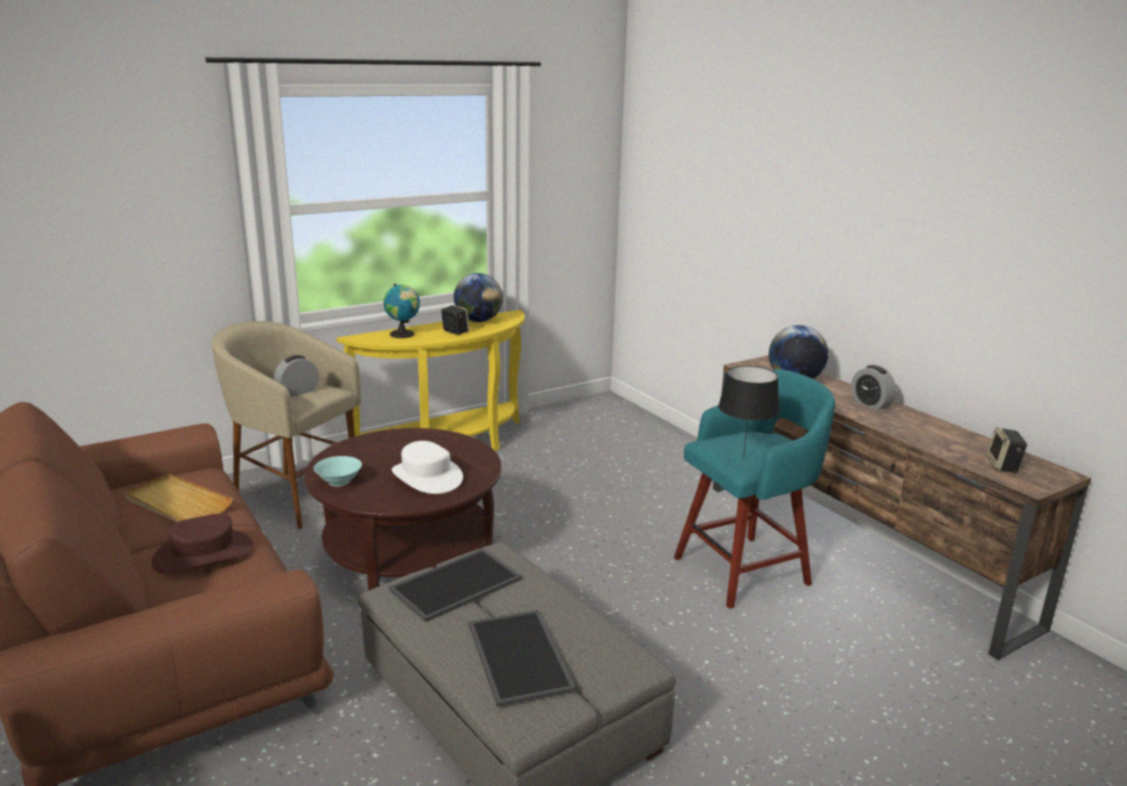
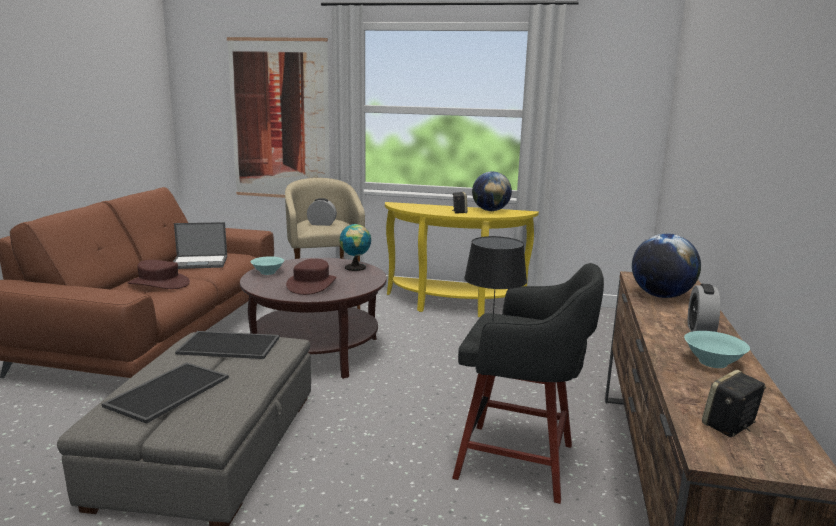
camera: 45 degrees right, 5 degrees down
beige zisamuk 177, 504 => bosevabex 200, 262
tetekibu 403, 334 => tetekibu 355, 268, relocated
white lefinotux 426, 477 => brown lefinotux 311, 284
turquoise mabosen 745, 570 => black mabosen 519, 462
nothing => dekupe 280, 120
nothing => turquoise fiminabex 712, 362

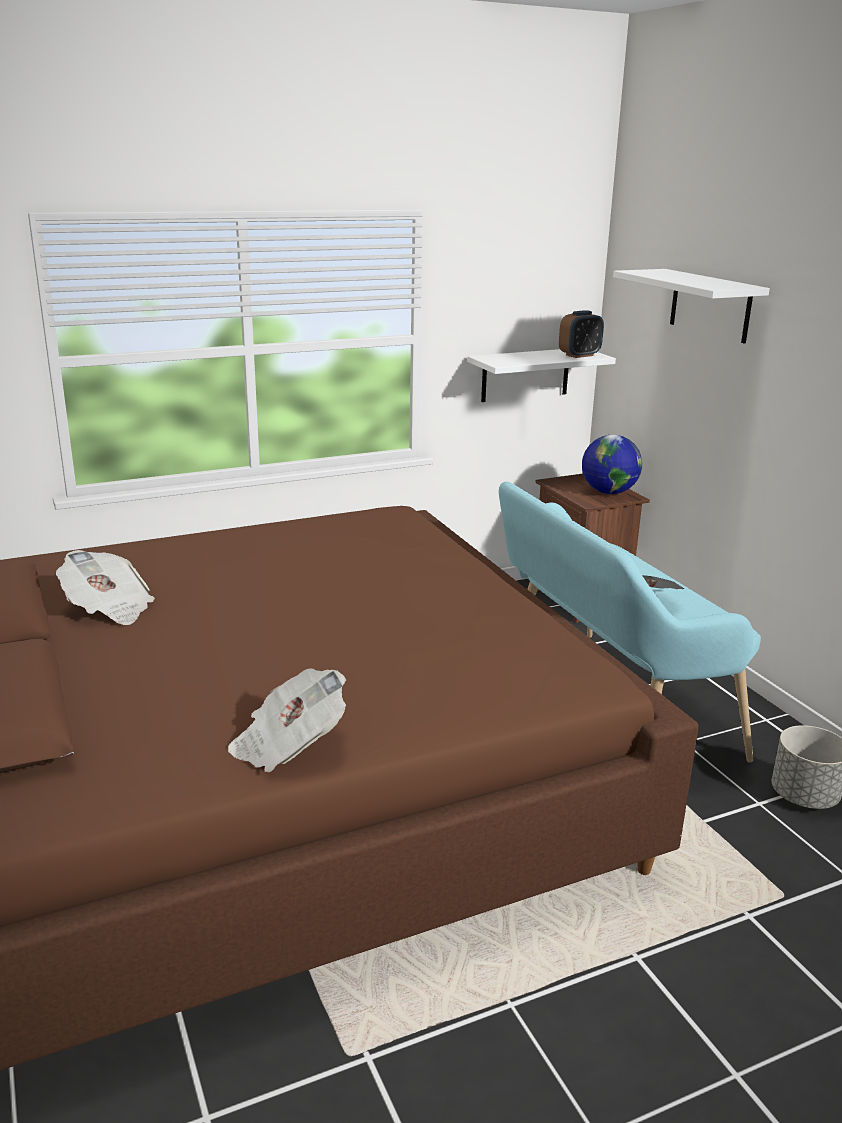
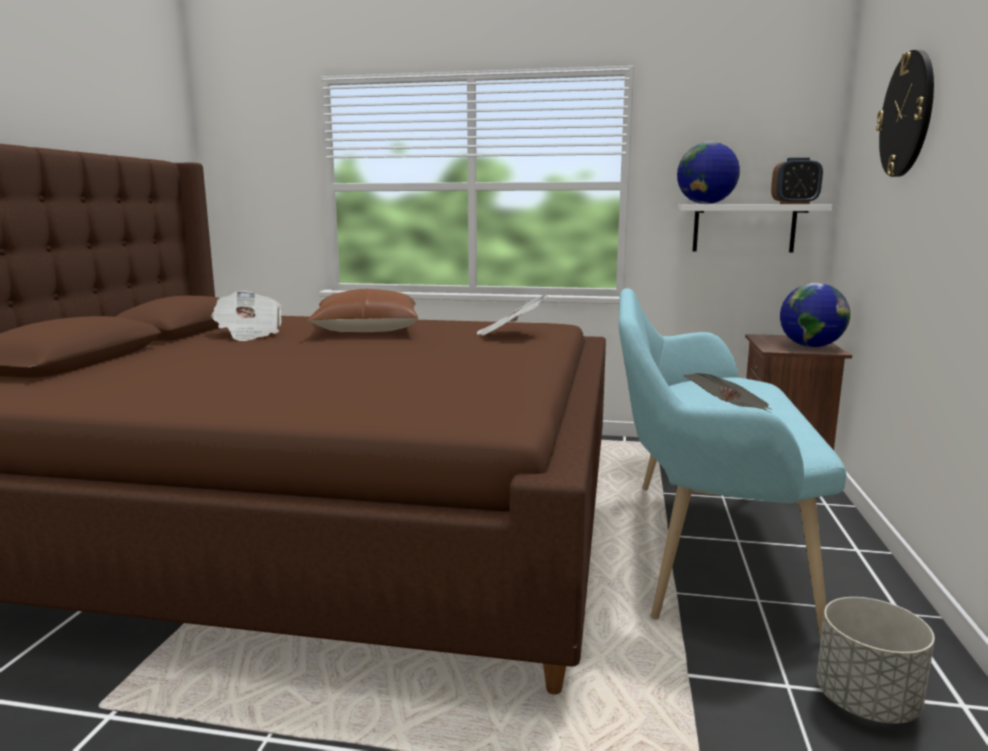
camera: 35 degrees right, 10 degrees down
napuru 288, 745 => napuru 510, 335, relocated
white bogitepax 710, 305 => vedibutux 907, 115
nothing => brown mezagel 366, 329
nothing => tetekibu 705, 204

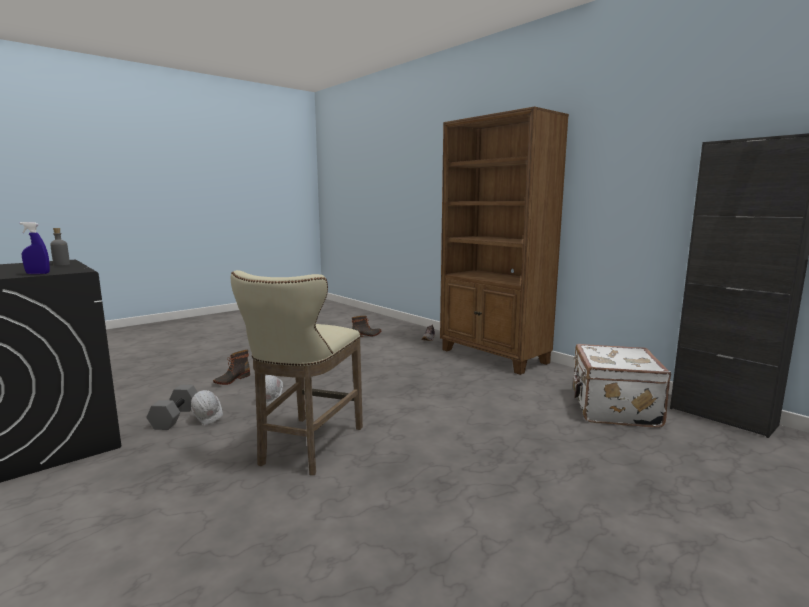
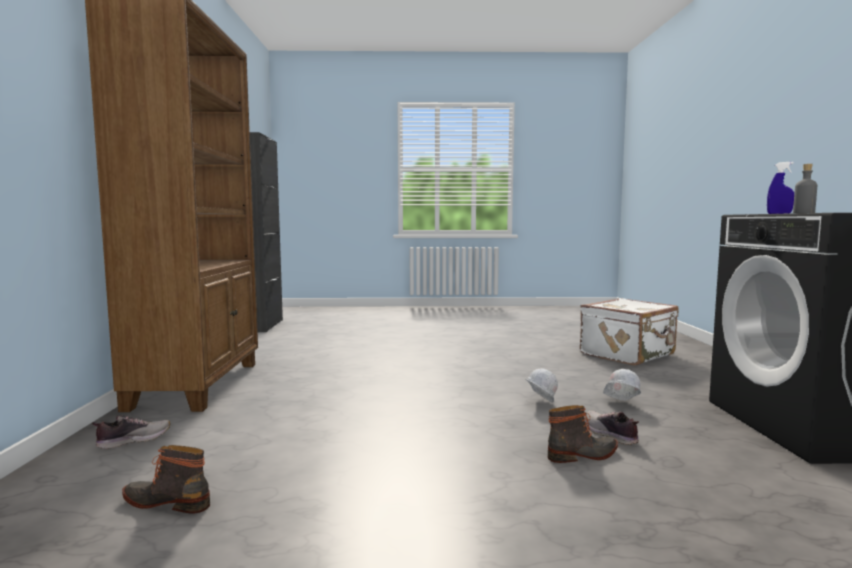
camera: 140 degrees left, 5 degrees down
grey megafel 175, 417 => nothing
beige mabosen 306, 447 => nothing
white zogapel 612, 409 => white zogapel 628, 354, relocated
nothing => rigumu 610, 434

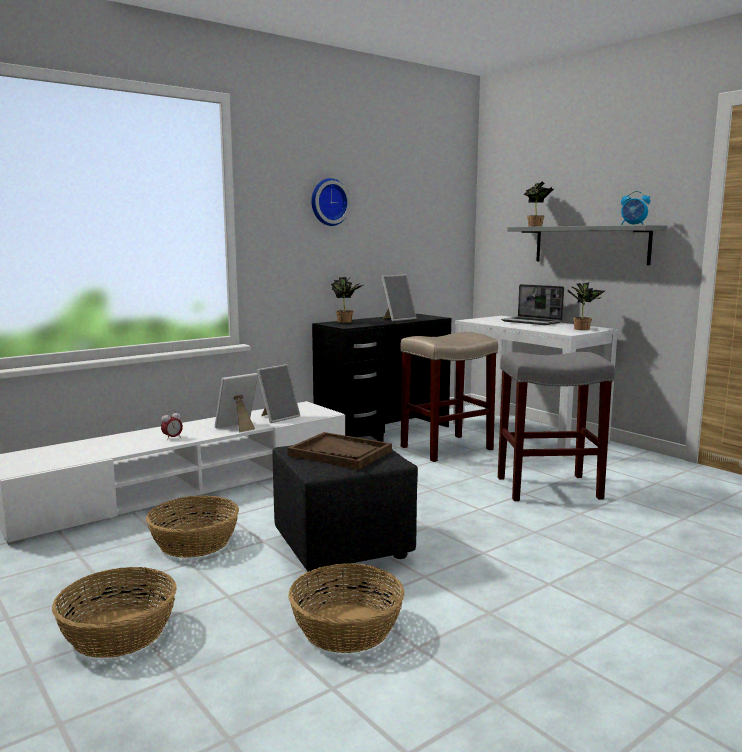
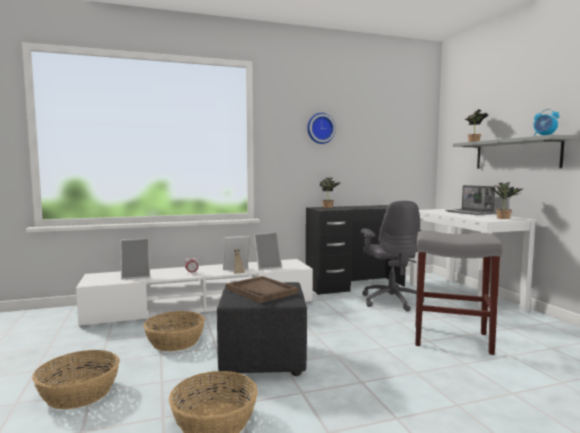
camera: 20 degrees right, 5 degrees down
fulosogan 397, 319 => fulosogan 136, 276, relocated
beige mabosen 446, 448 => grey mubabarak 391, 301

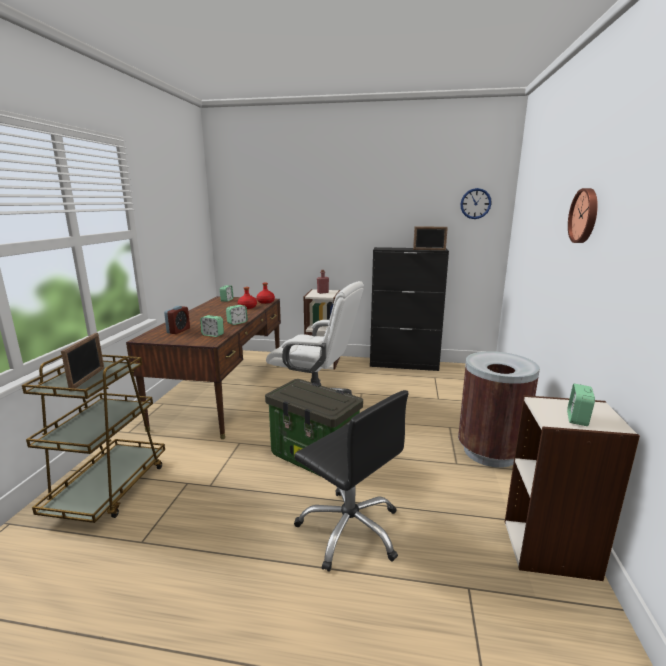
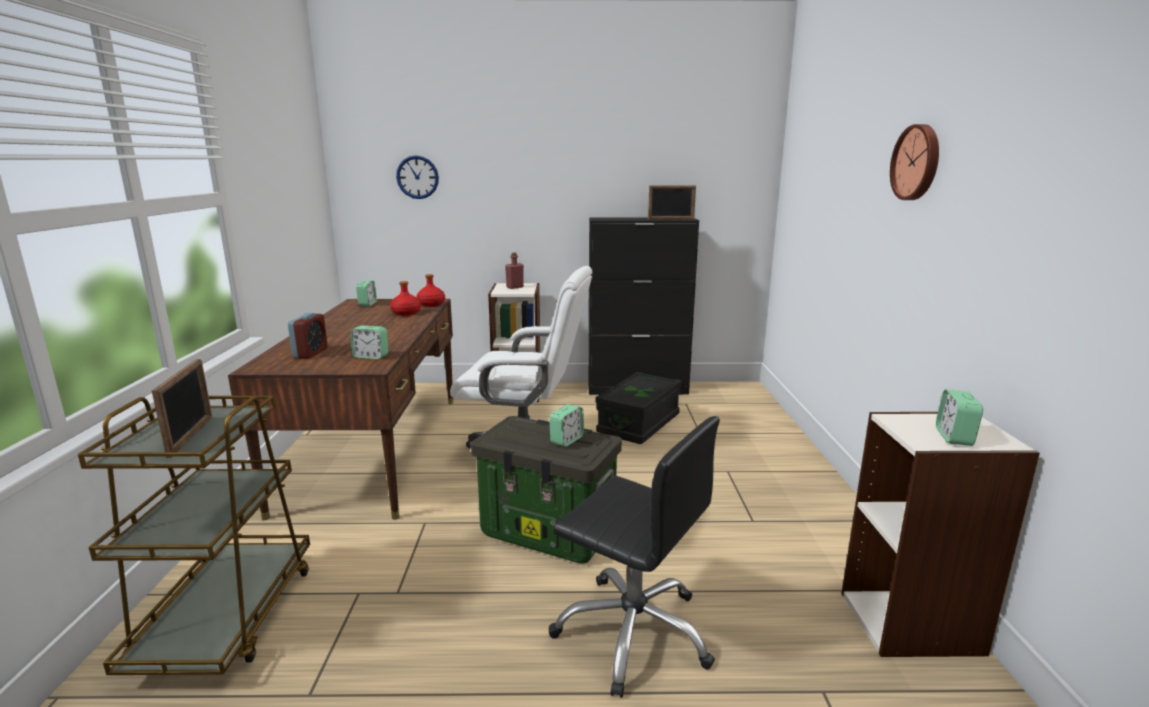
camera: 10 degrees left, 0 degrees up
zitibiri 237, 323 => zitibiri 566, 440, relocated
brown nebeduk 489, 452 => nothing
vedibutux 475, 203 => vedibutux 417, 177, relocated
nothing => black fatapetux 639, 424

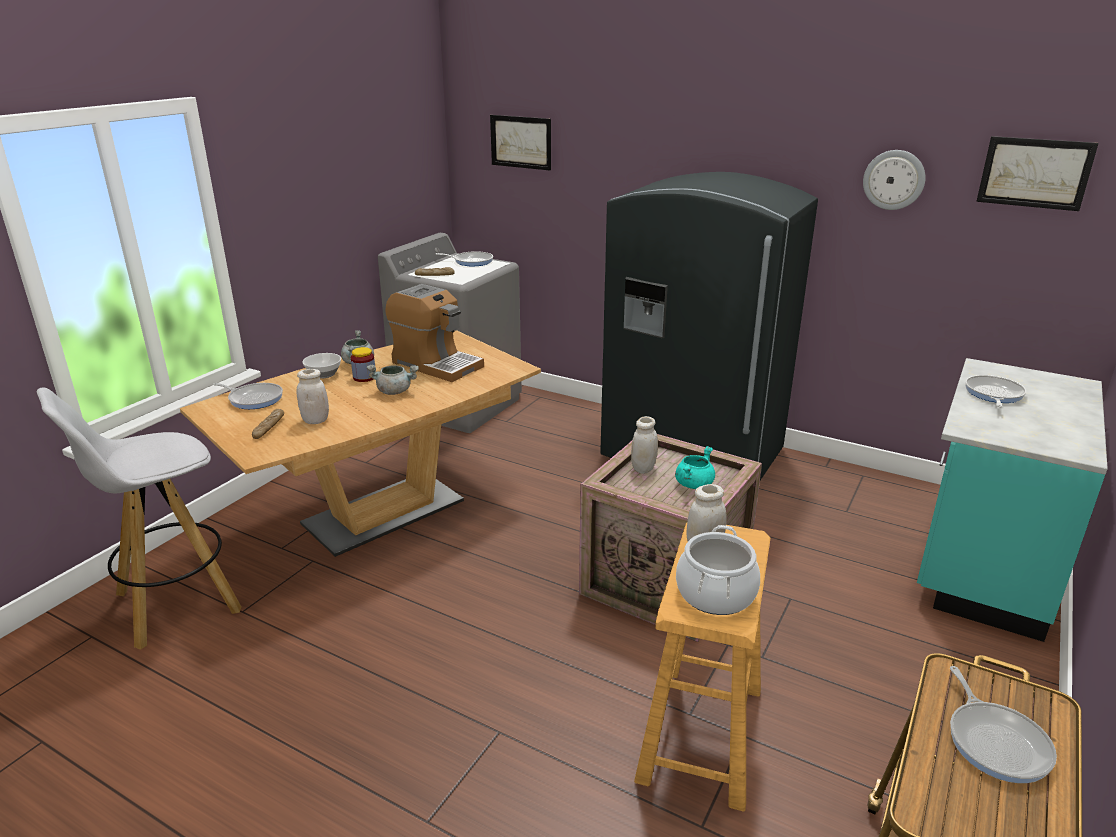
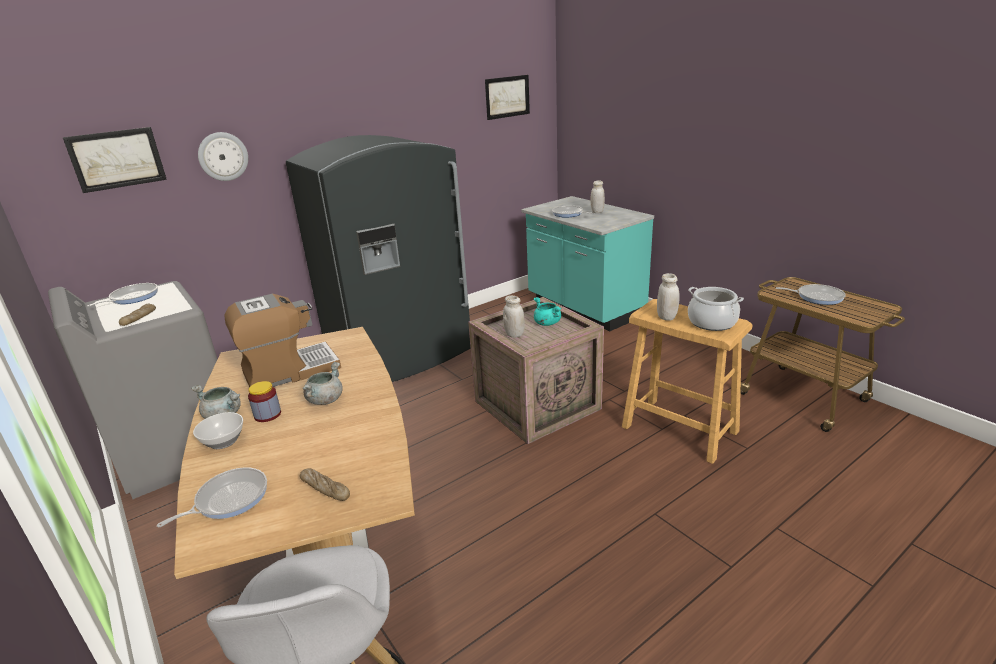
camera: 65 degrees left, 0 degrees up
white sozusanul 315, 420 => white sozusanul 597, 212, relocated
vedibutux 894, 179 => vedibutux 223, 156, relocated

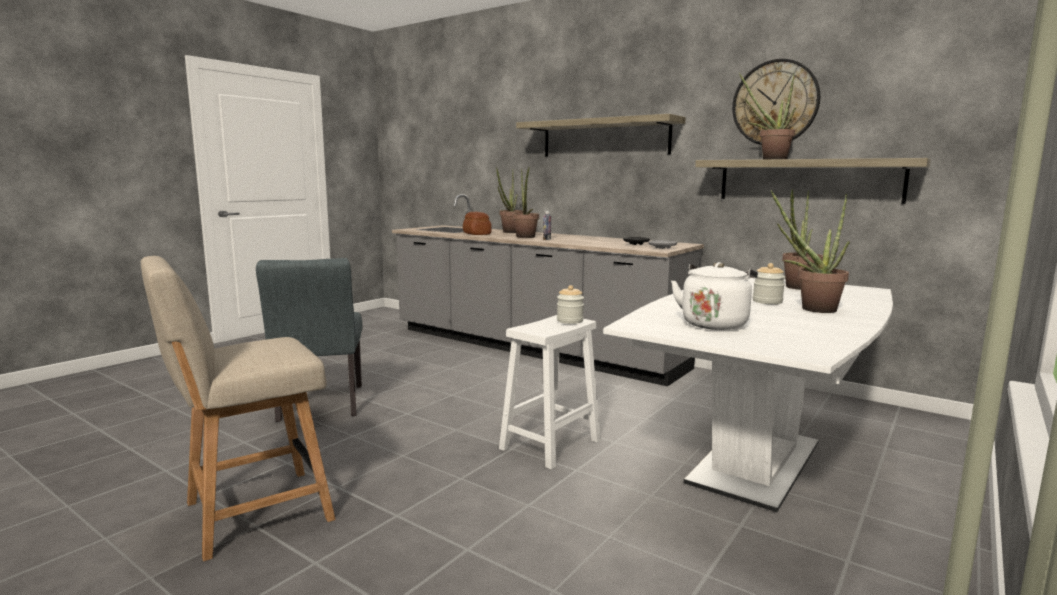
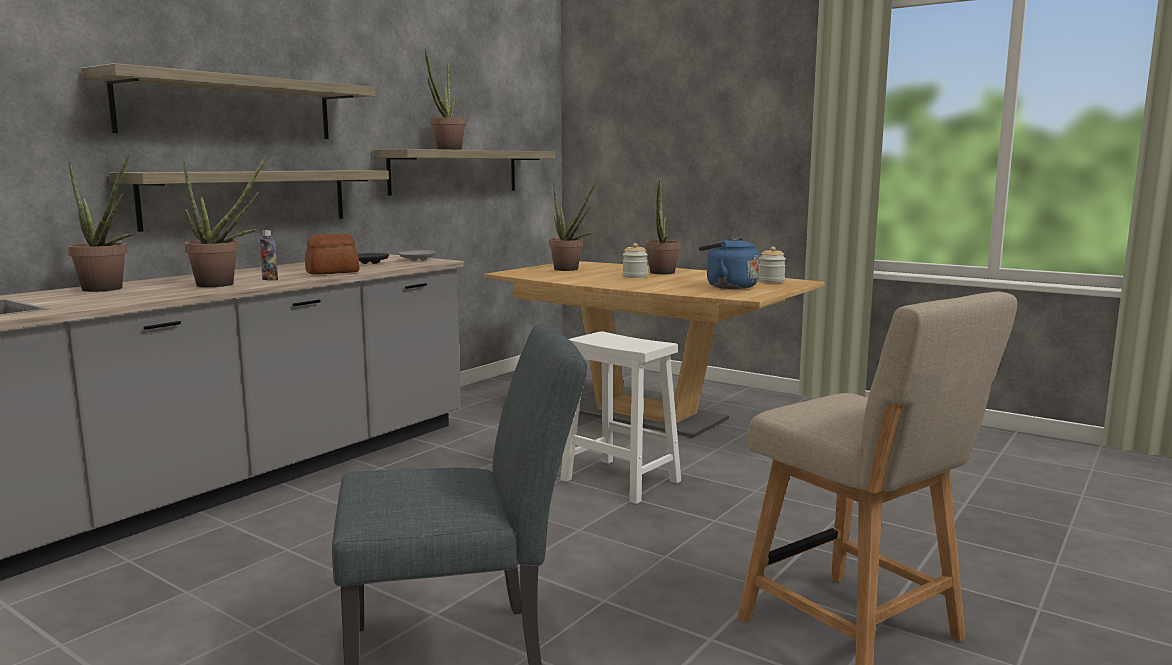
camera: 90 degrees left, 0 degrees up
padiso 477, 234 => padiso 331, 272, relocated
sozusanul 570, 321 => sozusanul 771, 281, relocated
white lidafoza 755, 462 => brown lidafoza 646, 415
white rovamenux 714, 324 => blue rovamenux 728, 286
vedibutux 775, 103 => nothing
nothing => bogitepax 248, 197

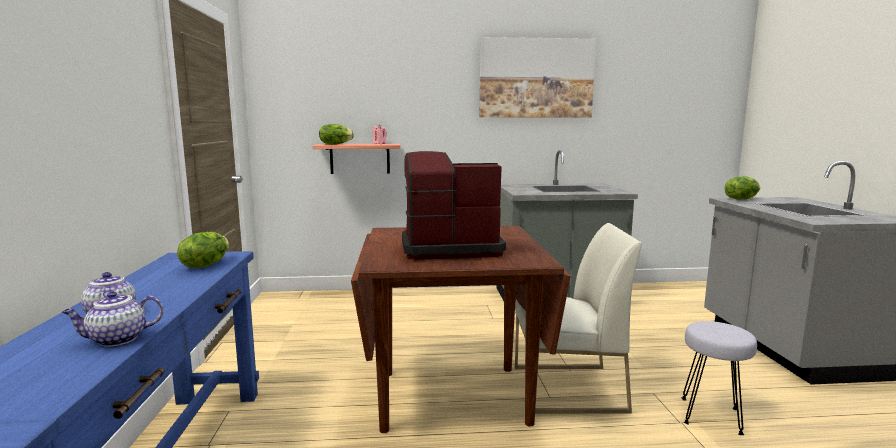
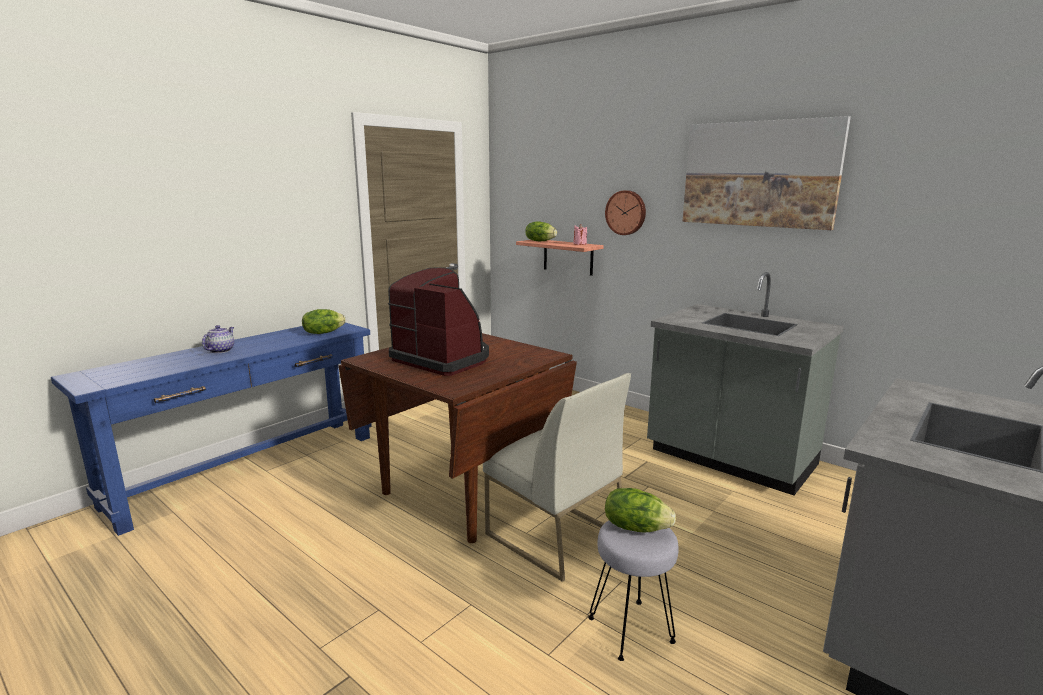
camera: 45 degrees right, 5 degrees up
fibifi 116, 339 => nothing
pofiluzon 741, 199 => pofiluzon 636, 527, relocated
nothing => vedibutux 626, 212

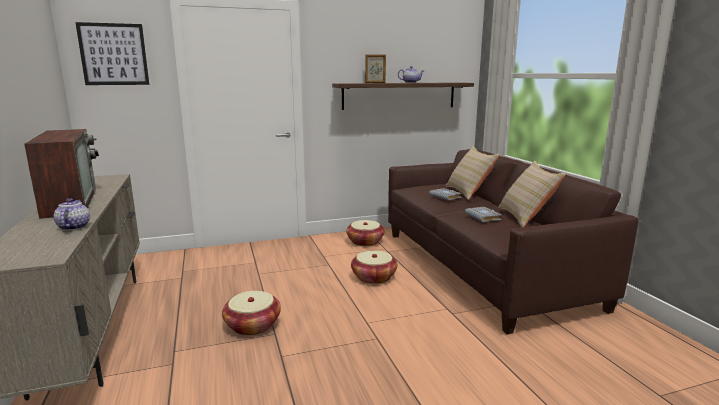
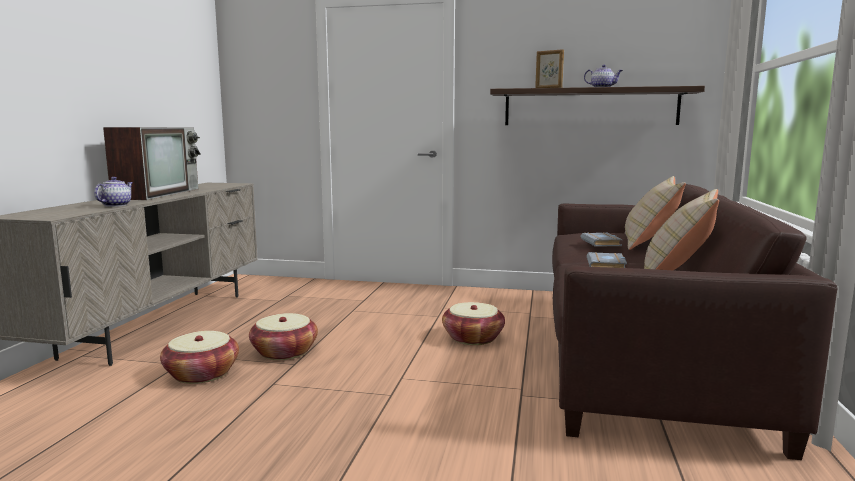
camera: 30 degrees right, 5 degrees down
dekupe 114, 54 => nothing
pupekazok 365, 242 => pupekazok 202, 374, relocated

